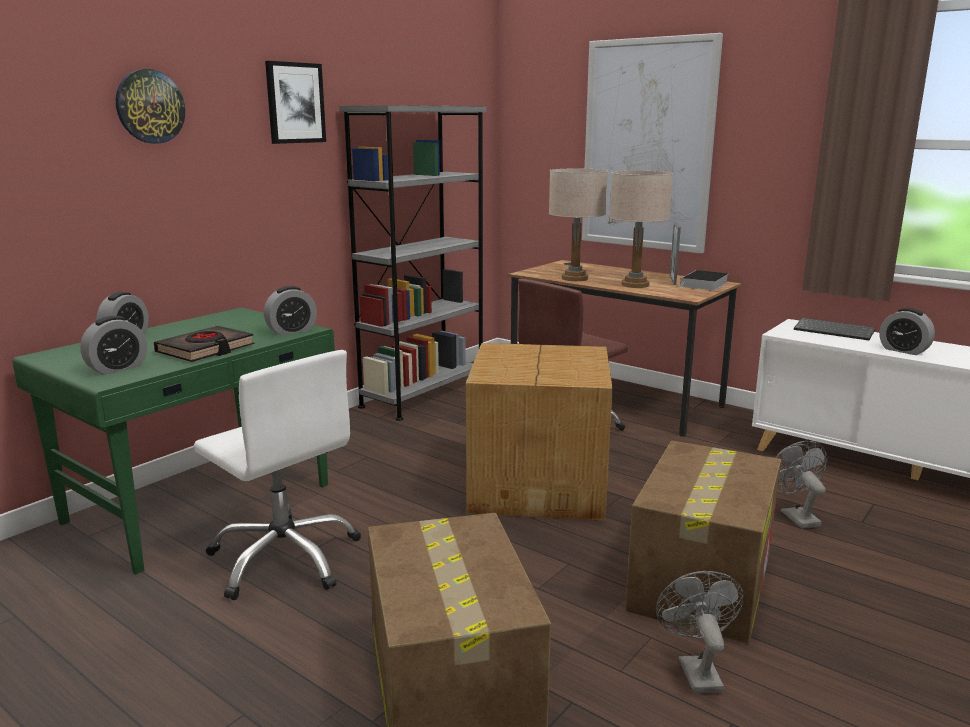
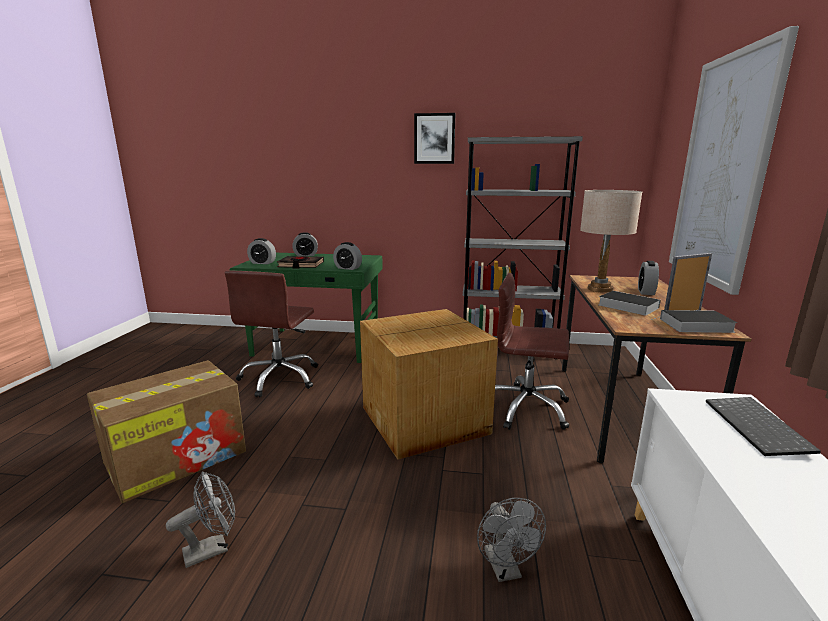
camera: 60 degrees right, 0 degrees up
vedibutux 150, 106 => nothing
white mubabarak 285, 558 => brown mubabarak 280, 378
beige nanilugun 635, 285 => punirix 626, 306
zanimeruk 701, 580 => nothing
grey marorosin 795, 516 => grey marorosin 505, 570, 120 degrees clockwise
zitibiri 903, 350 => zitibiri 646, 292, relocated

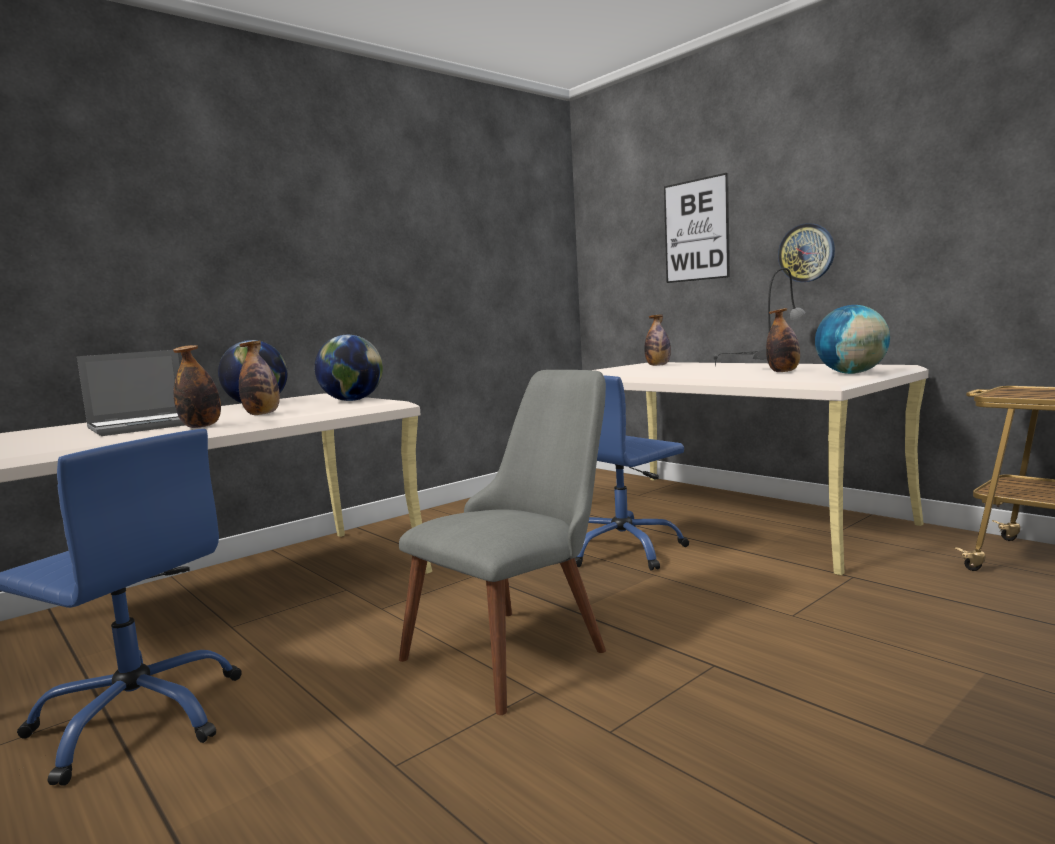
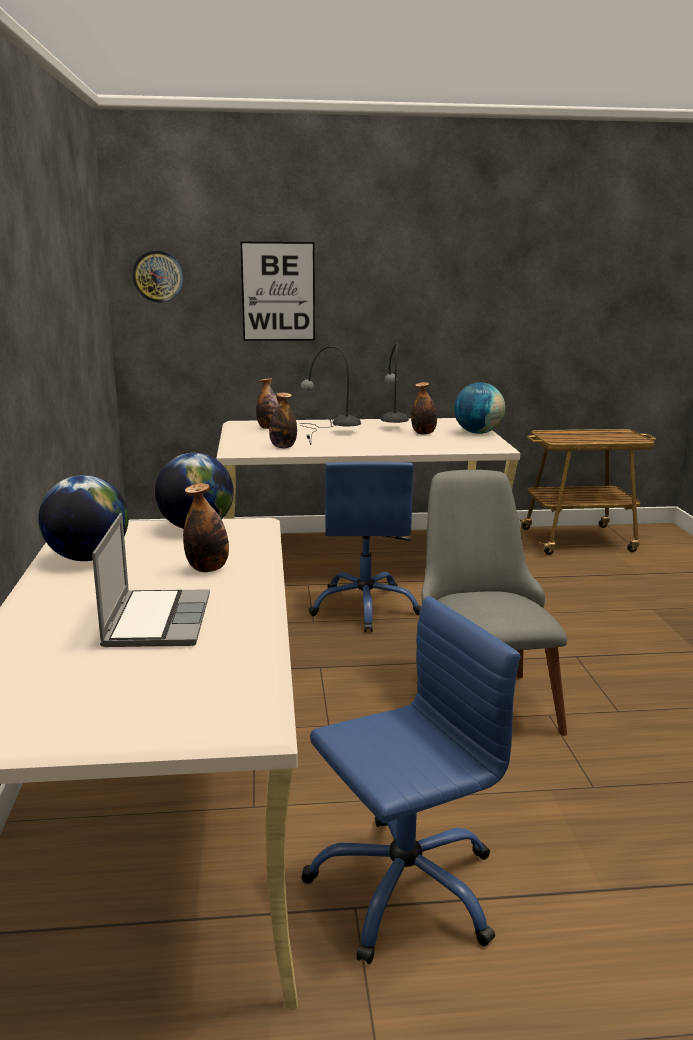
camera: 55 degrees left, 10 degrees up
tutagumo 201, 426 => tutagumo 283, 447, relocated
vedibutux 806, 253 => vedibutux 158, 276, relocated
nothing => grey nanilugun 330, 433

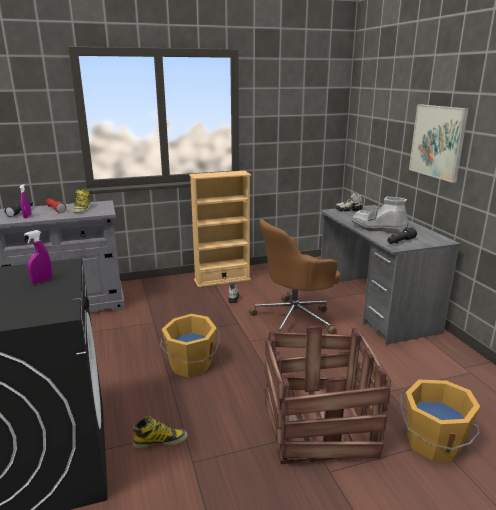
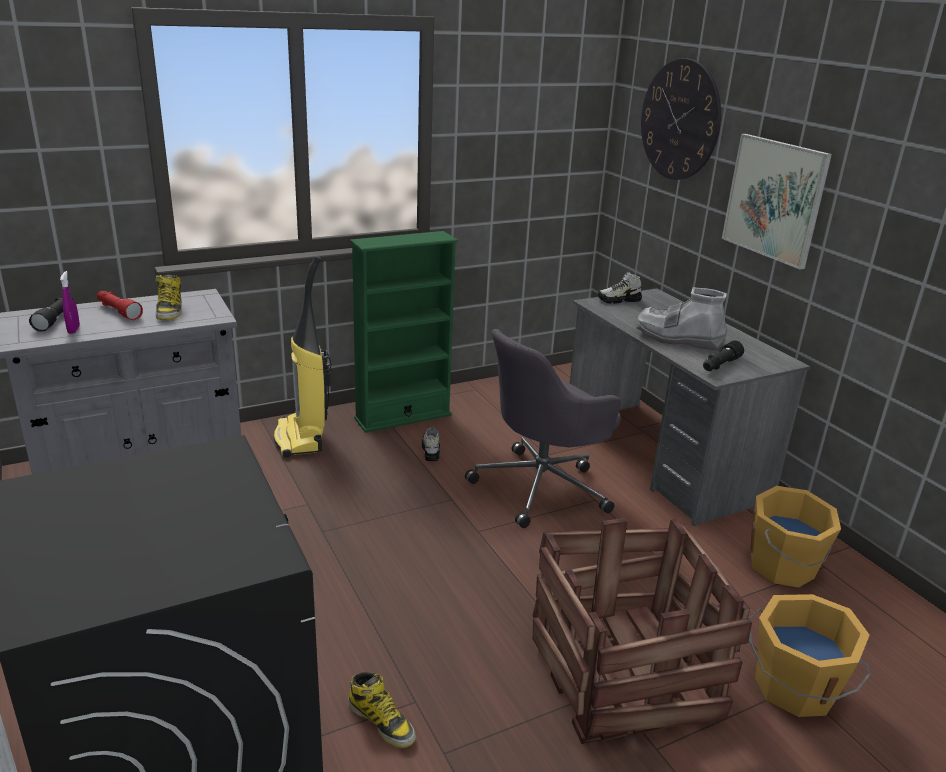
camera: 10 degrees left, 5 degrees up
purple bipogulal 42, 281 => nothing
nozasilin 160, 440 => nozasilin 382, 721, 60 degrees clockwise
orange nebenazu 191, 365 => orange nebenazu 783, 567, relocated
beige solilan 222, 280 => green solilan 403, 417
brown mubabarak 295, 319 => grey mubabarak 542, 487
nothing => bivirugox 301, 438
nothing => vedibutux 680, 120

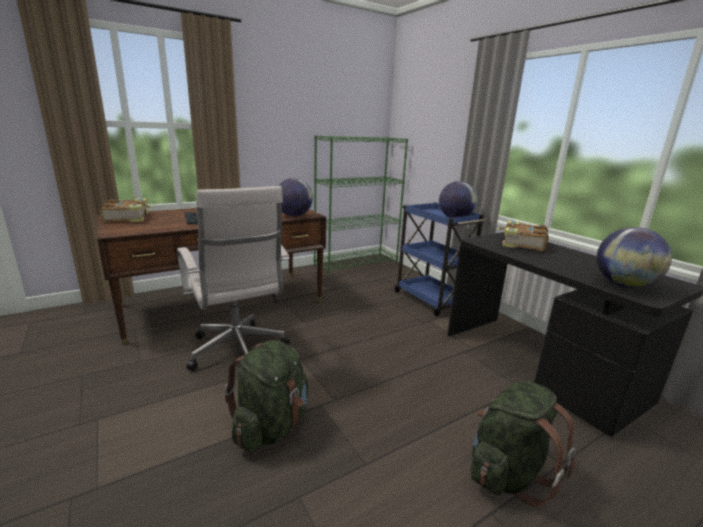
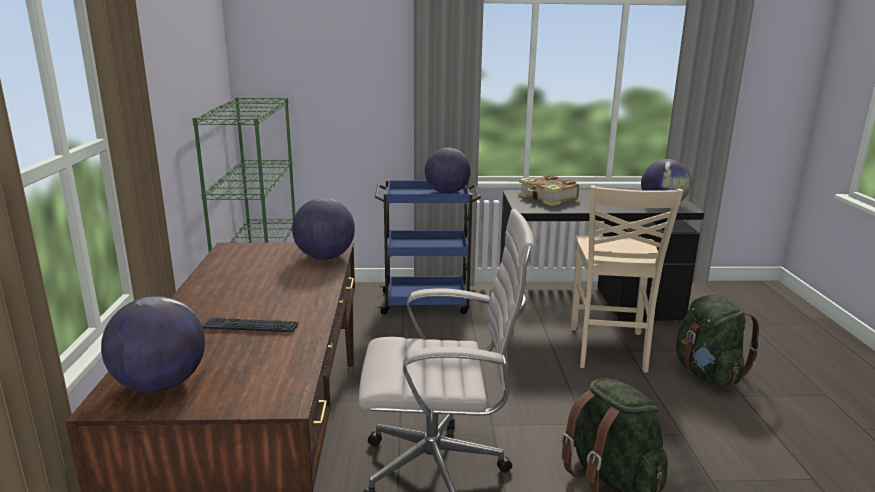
camera: 60 degrees left, 0 degrees up
punirix 128, 218 => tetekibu 160, 384
nothing => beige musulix 608, 350

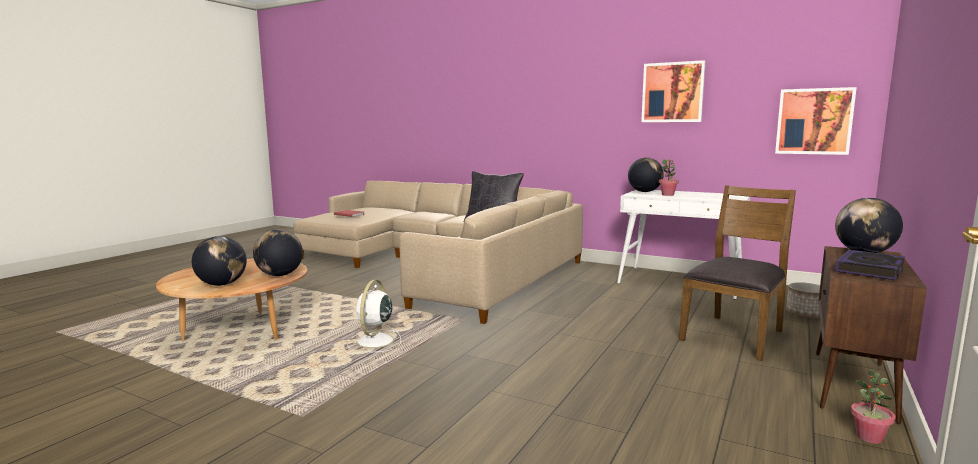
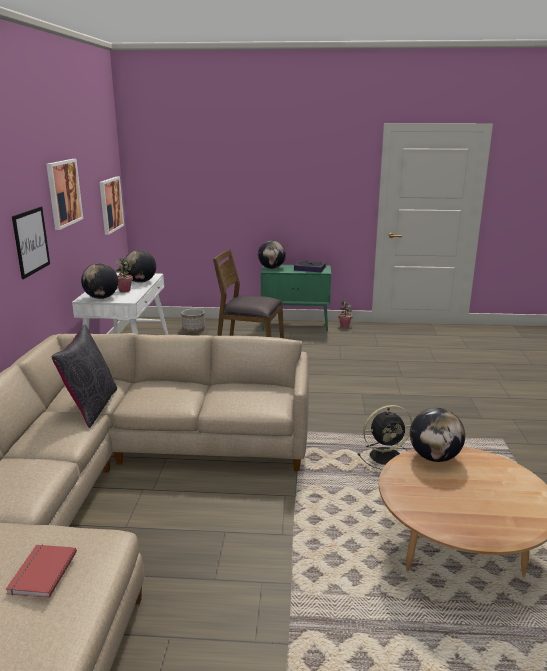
camera: 115 degrees left, 10 degrees up
tetekibu 222, 284 => tetekibu 140, 282, relocated
white marorosin 374, 342 => black marorosin 387, 456
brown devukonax 853, 385 => green devukonax 296, 325
nothing => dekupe 31, 241

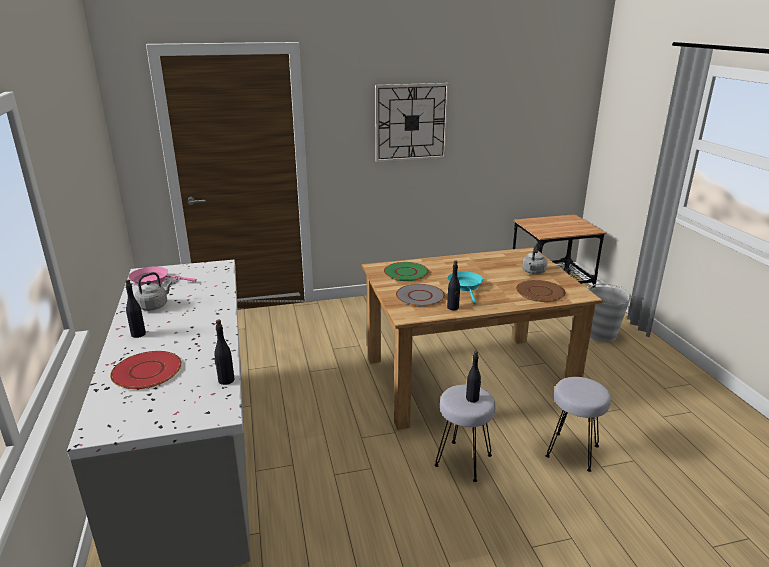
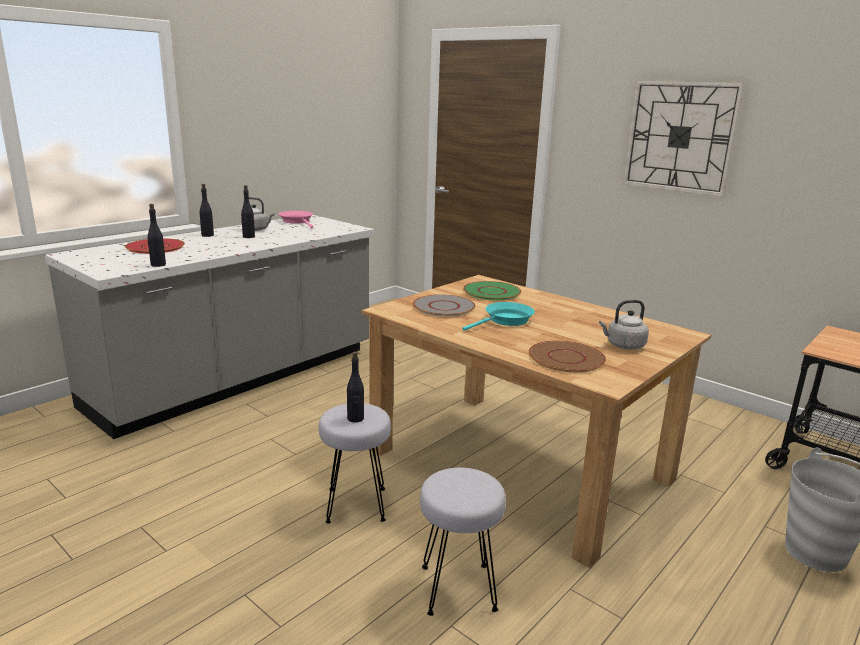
camera: 55 degrees right, 5 degrees down
black tutagumo 453, 307 => black tutagumo 248, 237, relocated

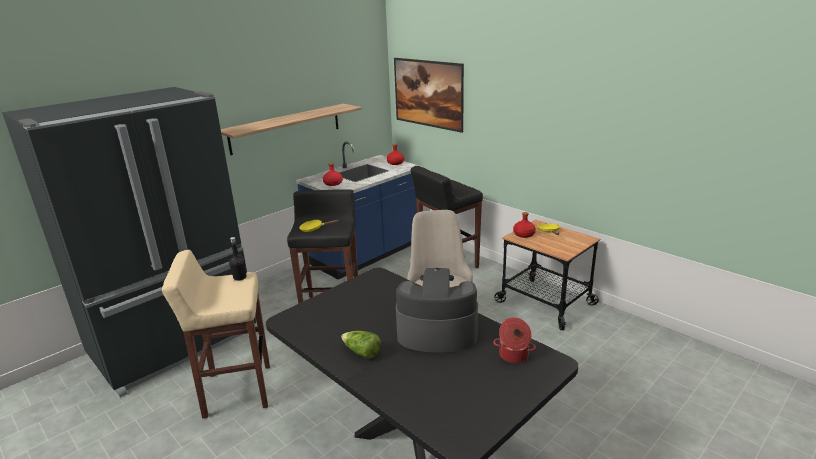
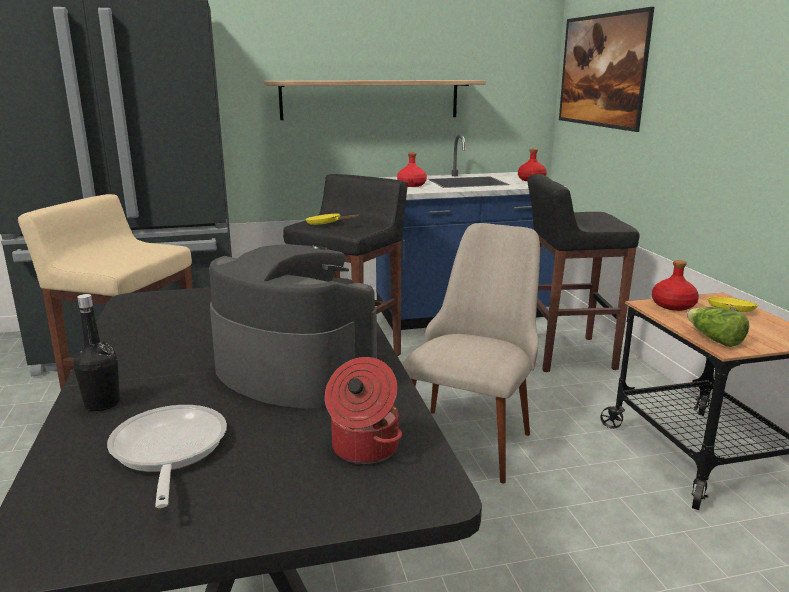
camera: 30 degrees right, 5 degrees down
black tutagumo 240, 277 => black tutagumo 102, 404, relocated
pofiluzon 361, 352 => pofiluzon 714, 339, relocated
nothing => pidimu 168, 452

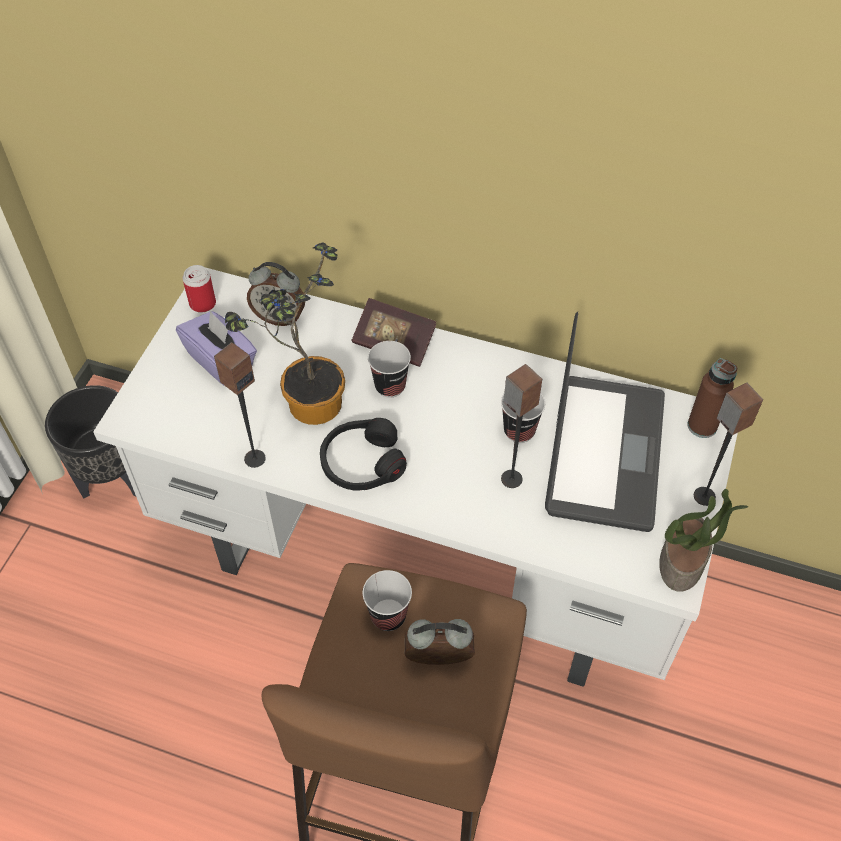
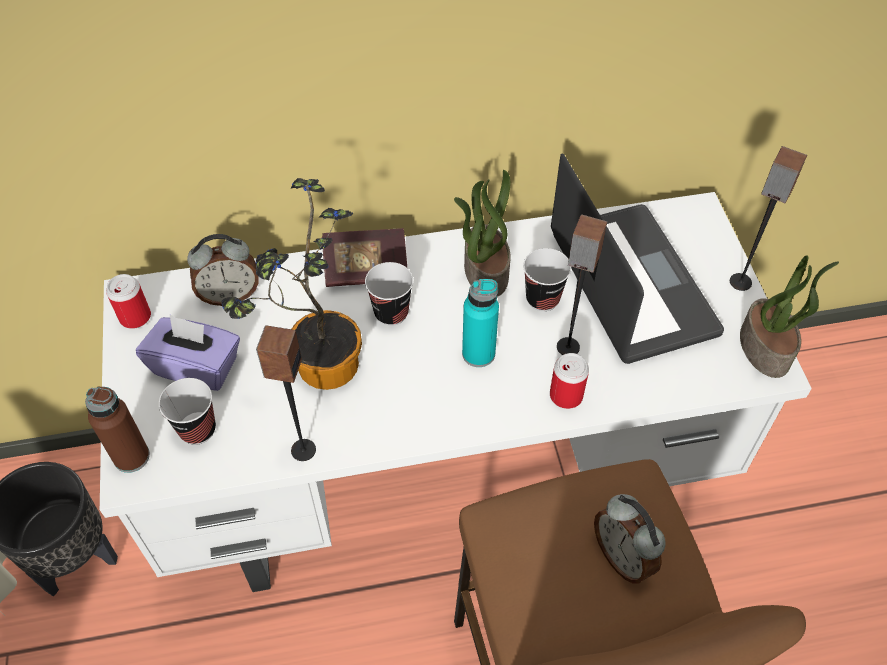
camera: 30 degrees left, 0 degrees up
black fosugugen 362, 462 => nothing
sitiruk 388, 616 => sitiruk 197, 429, relocated
zitibiri 439, 661 => zitibiri 623, 556, 90 degrees counterclockwise
brown tutagumo 702, 426 => brown tutagumo 131, 457, relocated
nothing => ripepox 484, 271
nothing => turquoise tutagumo 478, 353
nothing => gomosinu 566, 395

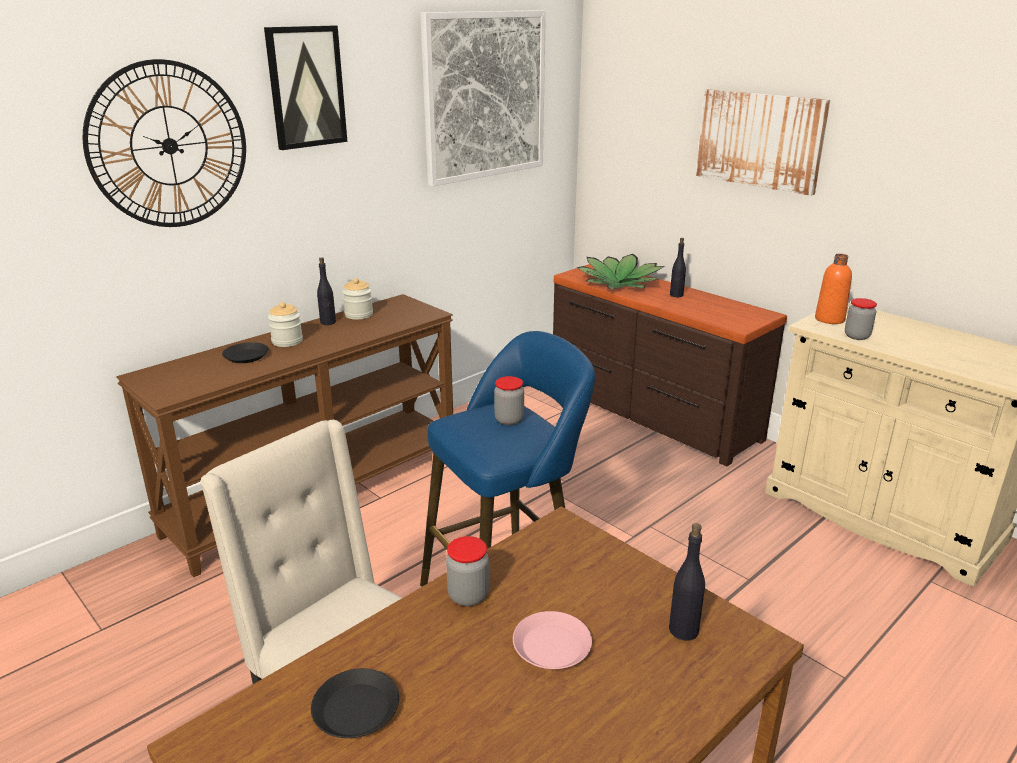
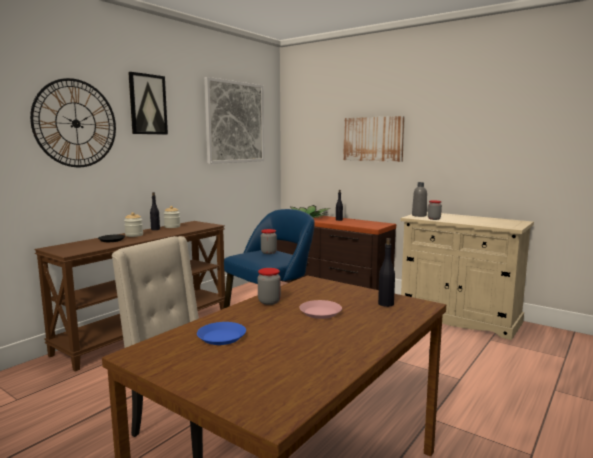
camera: 10 degrees left, 15 degrees down
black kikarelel 356, 709 => blue kikarelel 222, 337
orange tutagumo 829, 319 => grey tutagumo 419, 215

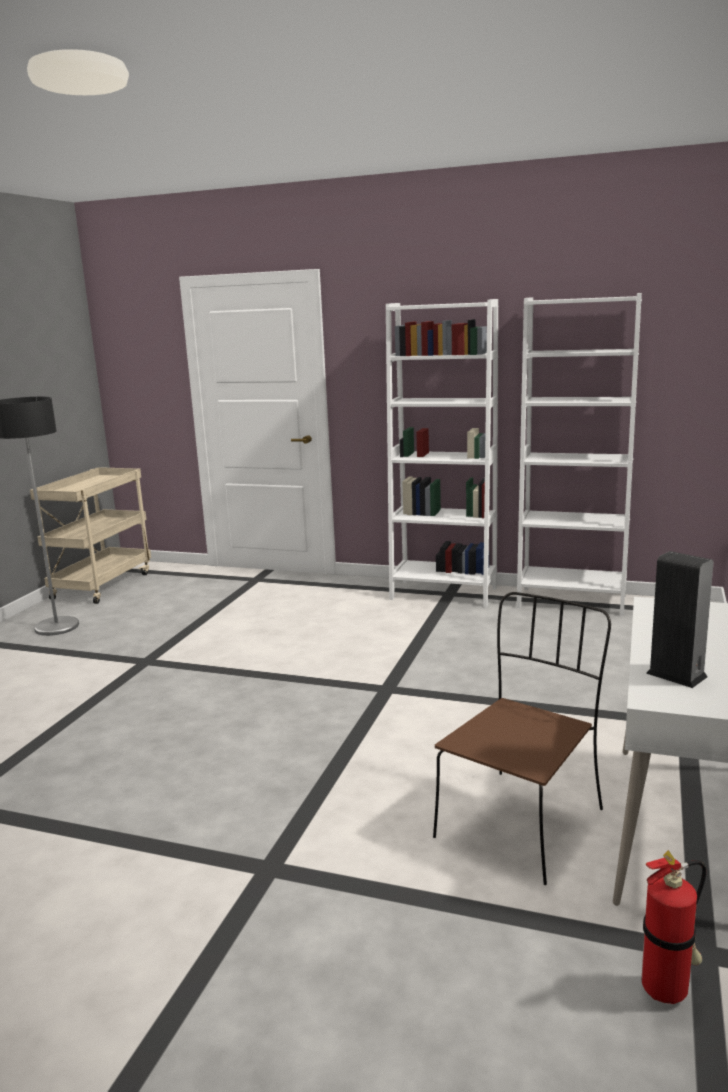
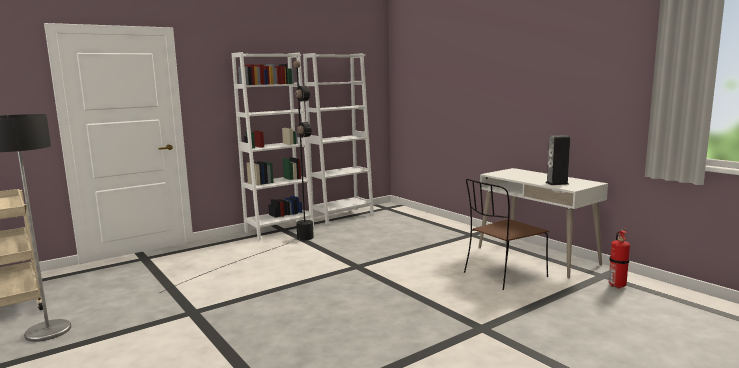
camera: 55 degrees left, 5 degrees down
brown musulix 522, 821 => brown musulix 503, 275, 105 degrees counterclockwise
nothing => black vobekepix 270, 250

